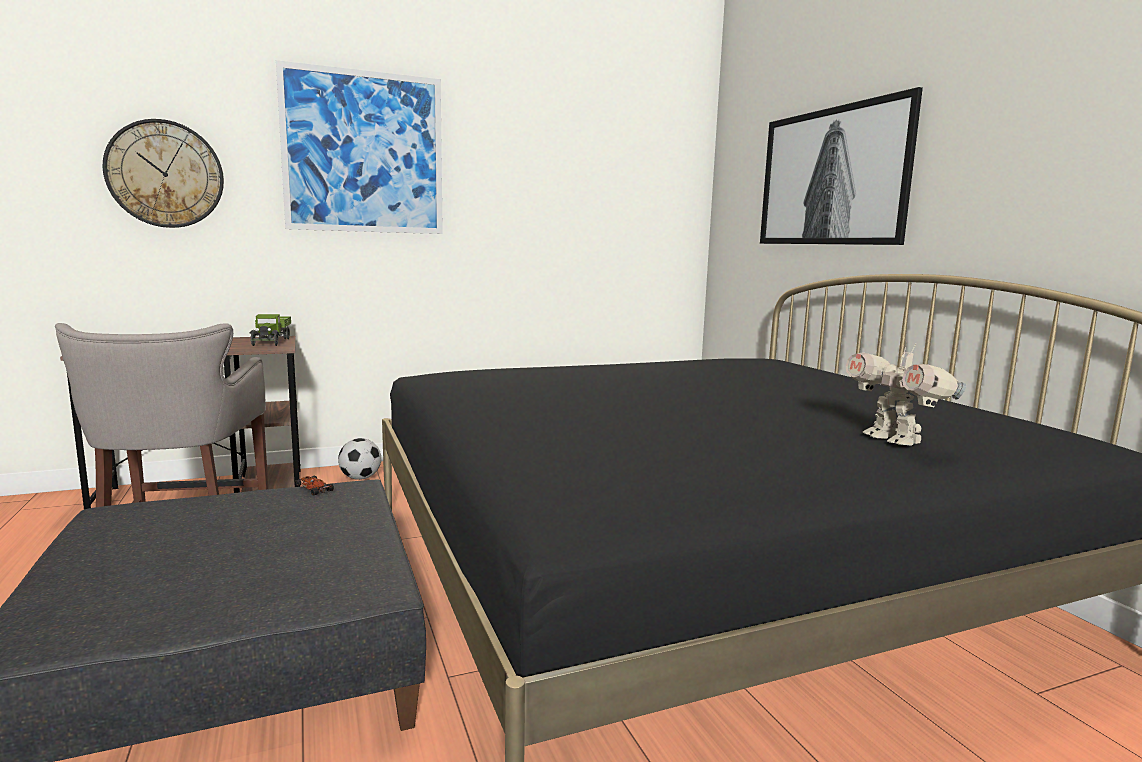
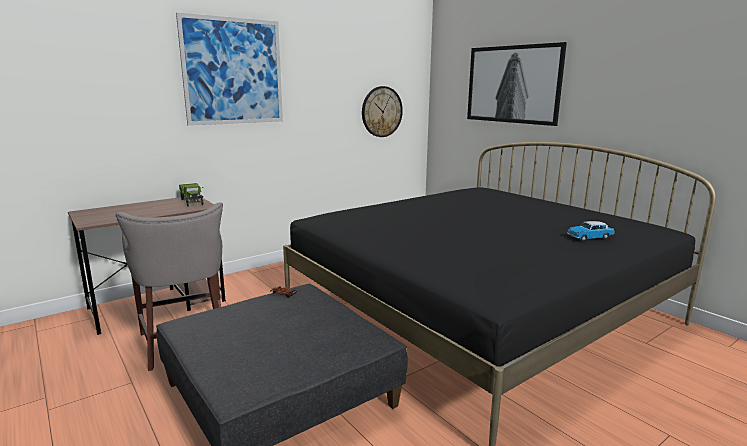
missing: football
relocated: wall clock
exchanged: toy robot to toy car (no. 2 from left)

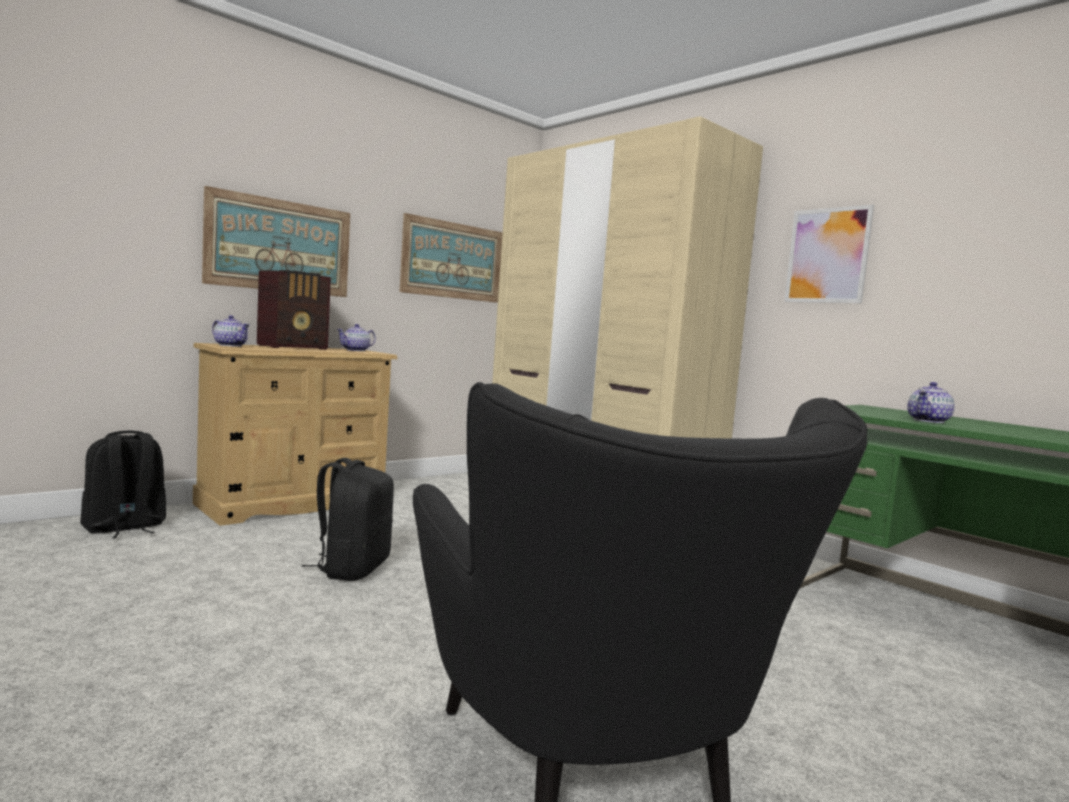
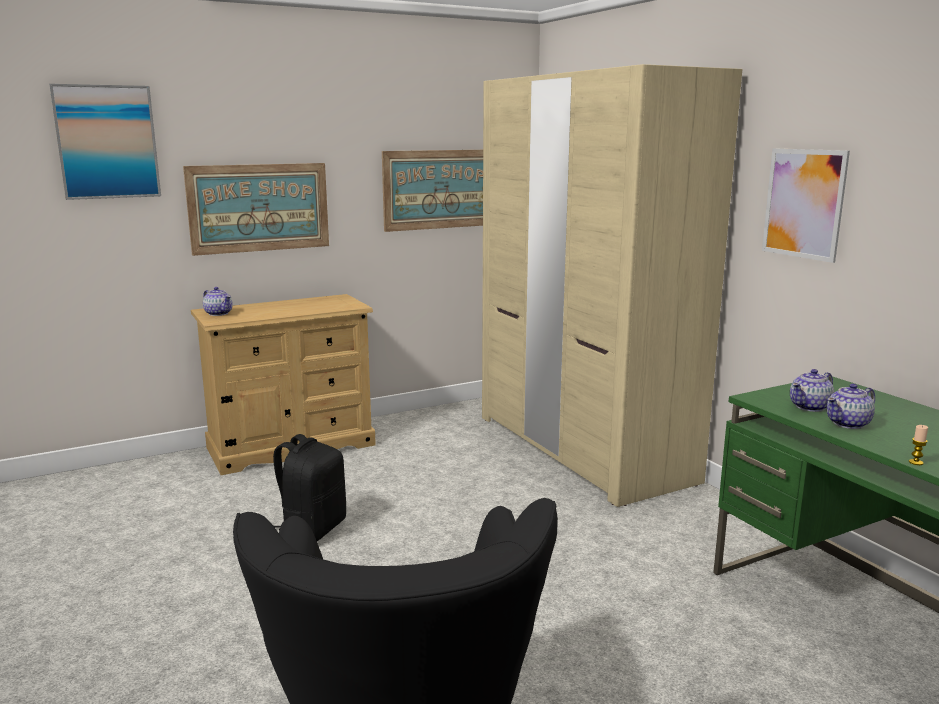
missing: backpack in black (no. 1 from left); radio
appeared: picture (no. 1 from left); candle
relocated: teapot (no. 2 from left)

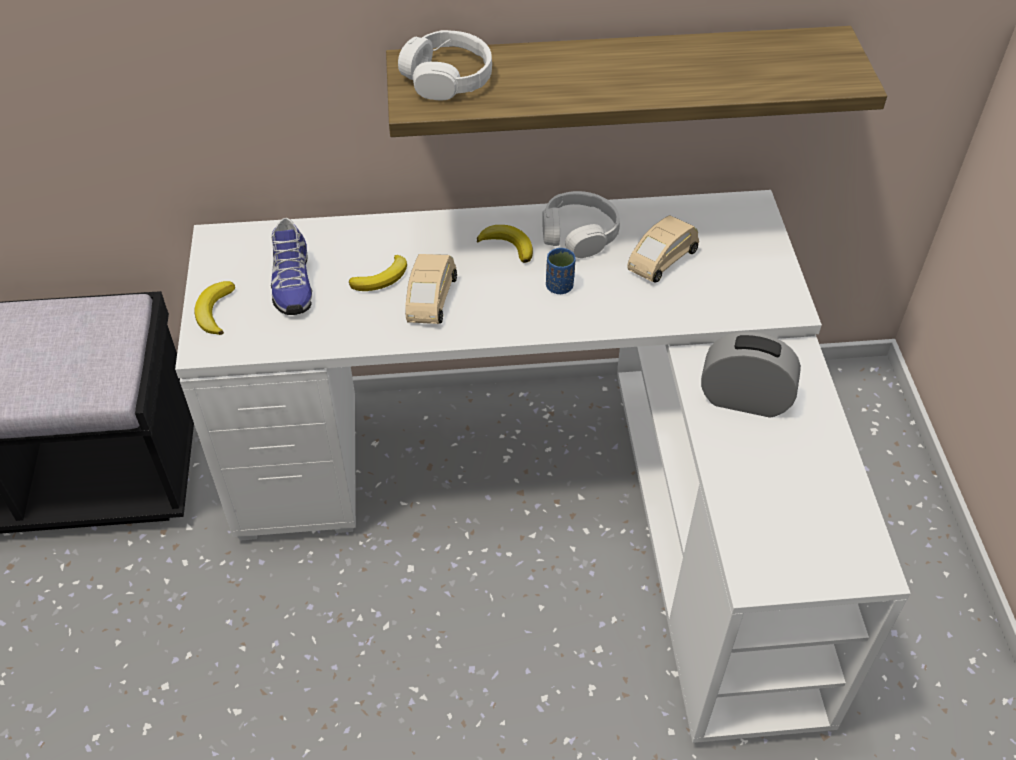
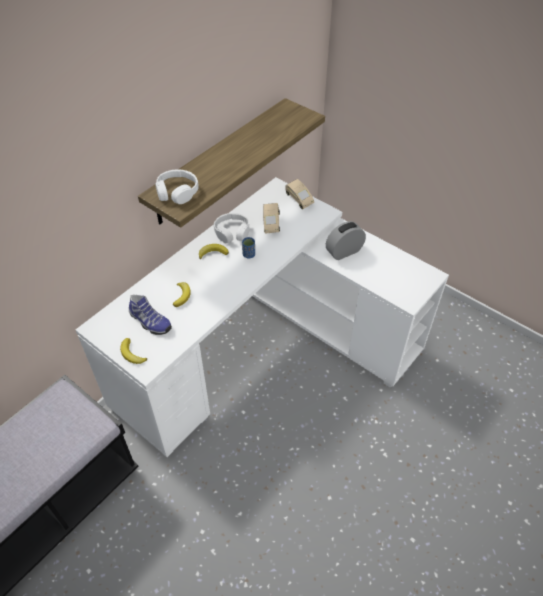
relocated: toy car in beige (no. 1 from left in the first image) to toy car in beige (no. 2 from left)

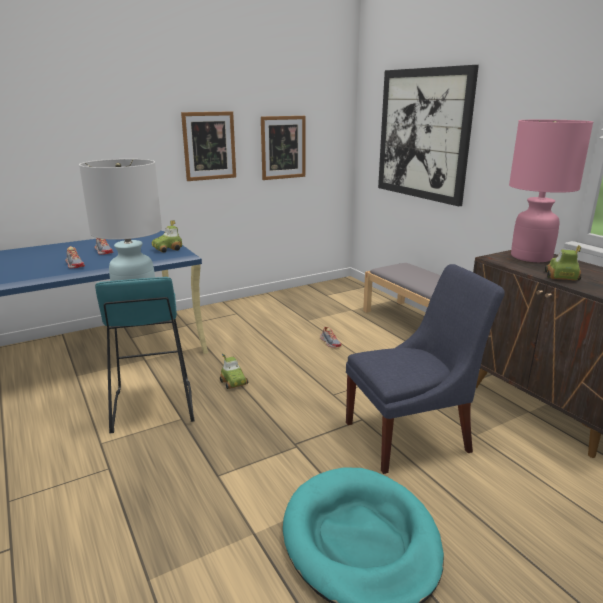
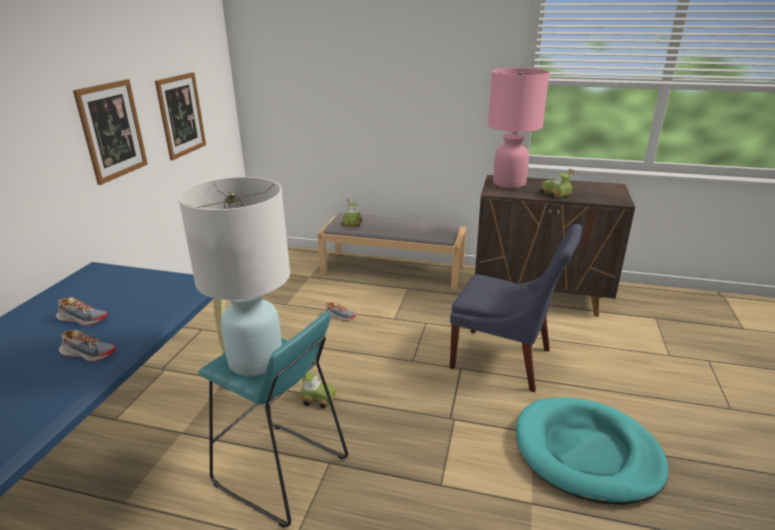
missing: picture (no. 3 from left)
relocated: toy car (no. 1 from left in the first image) to toy car (no. 2 from left)
spun: chair in blue 90 degrees clockwise

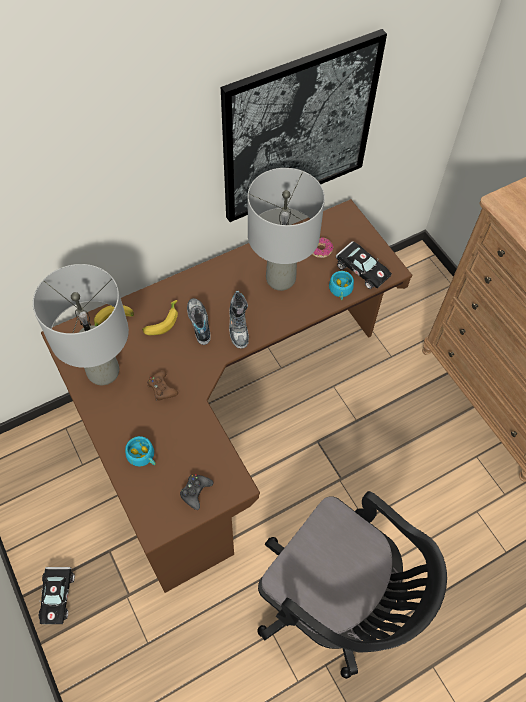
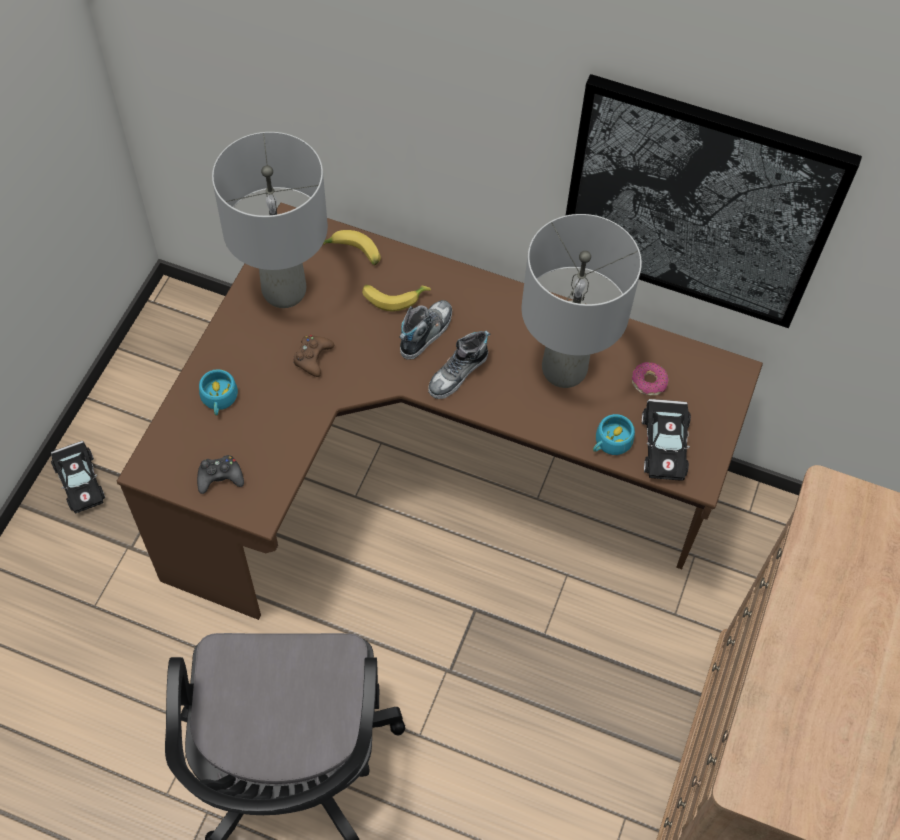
spun: toy car in black (no. 1 from left) 75 degrees counterclockwise

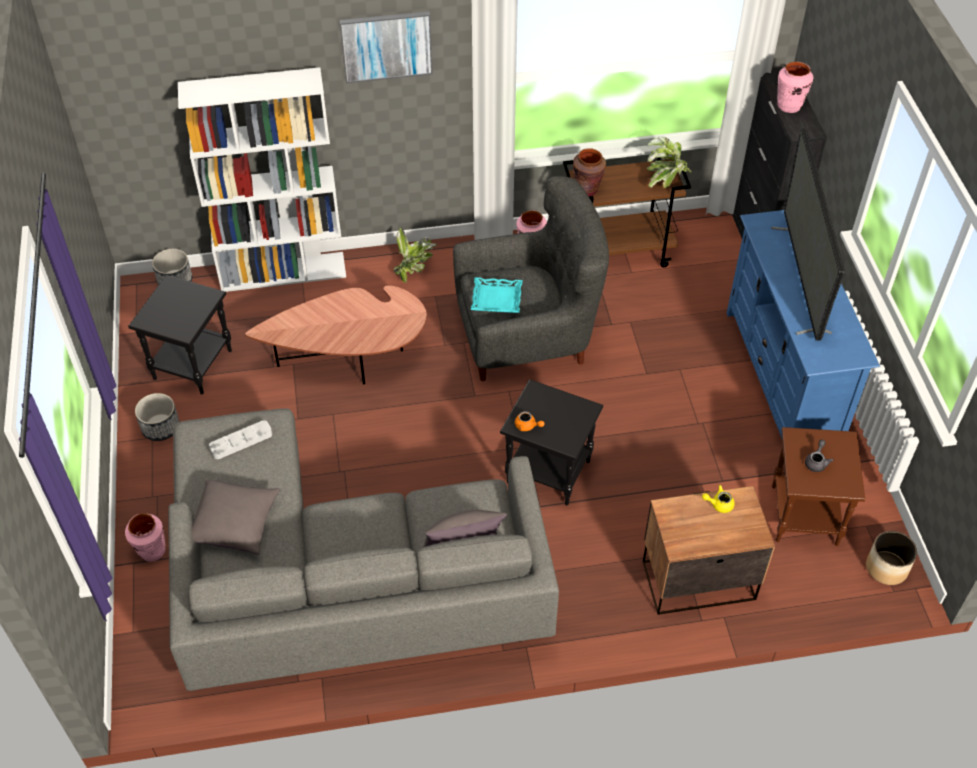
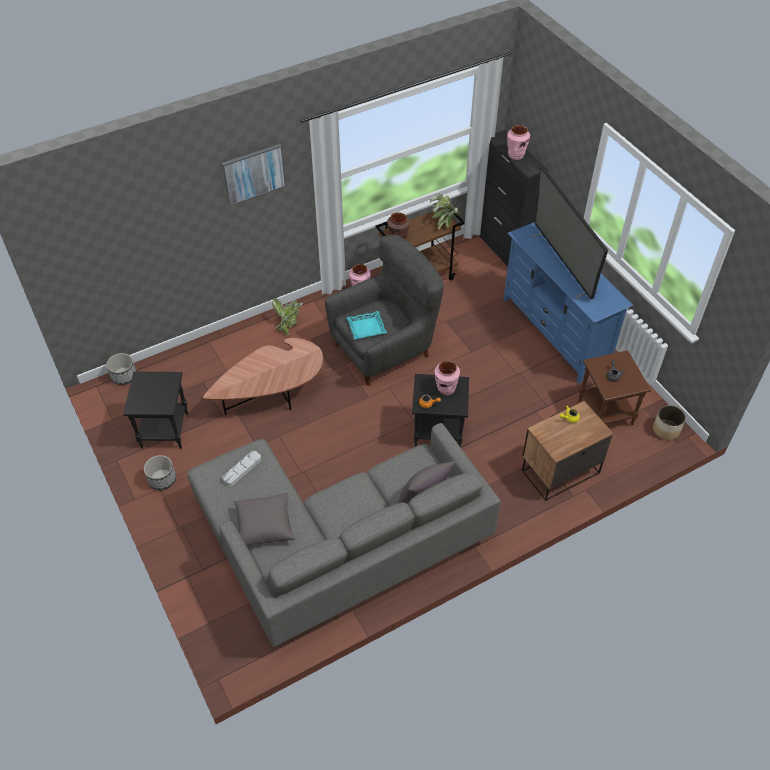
missing: bookcase in white
relocated: vase in pink (no. 1 from left in the first image) to vase in pink (no. 2 from left)

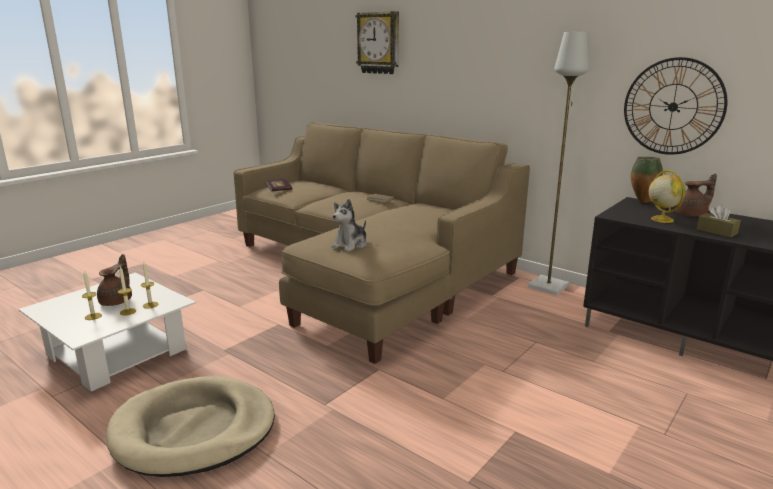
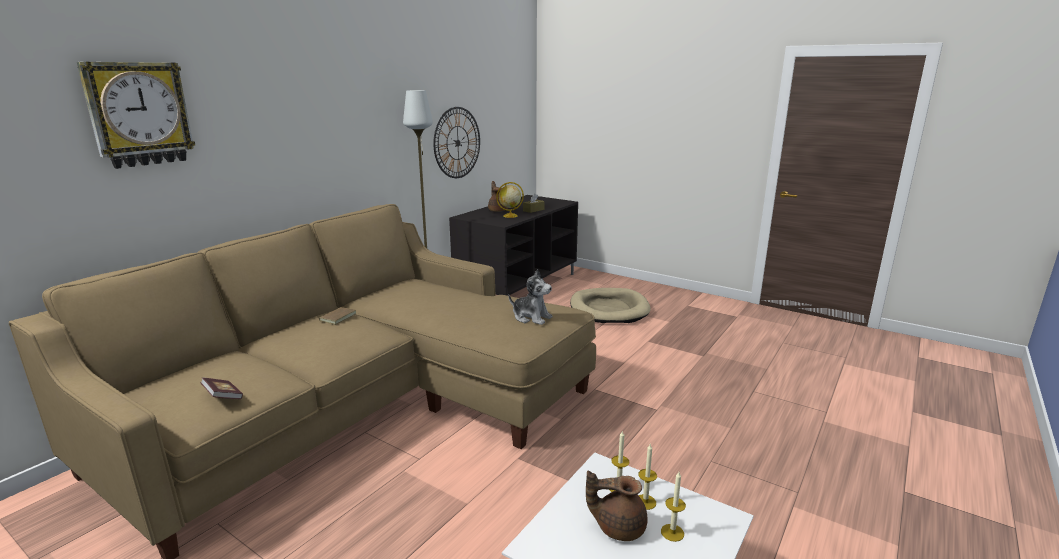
missing: vase
relocated: dog bed in beige

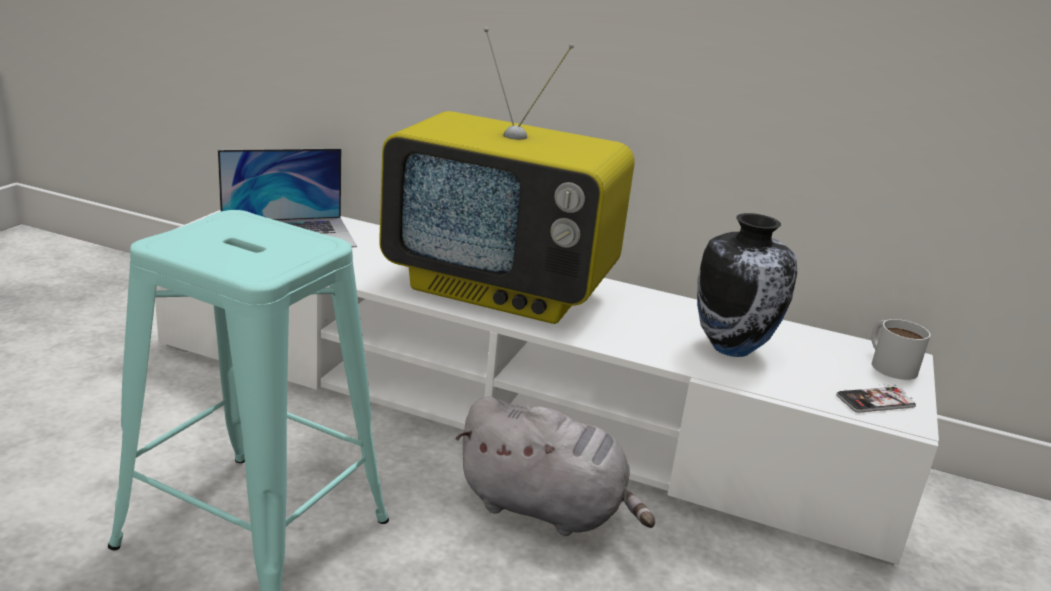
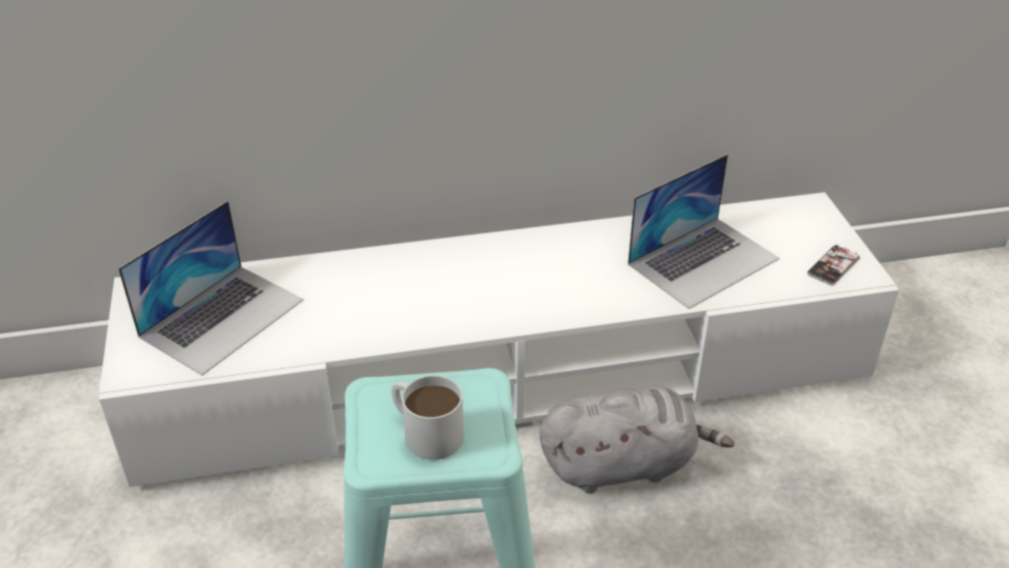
missing: television
relocated: mug in white
exchanged: vase to laptop (no. 2 from left)

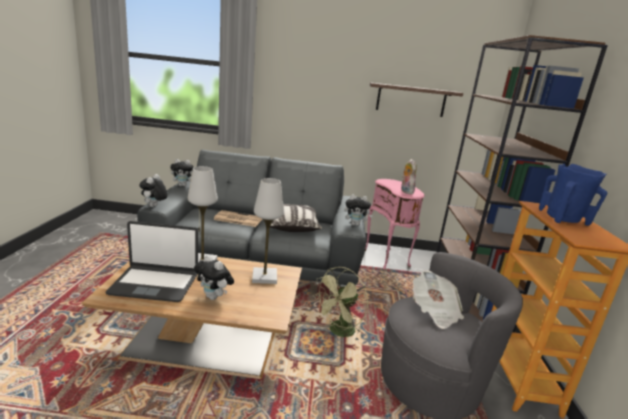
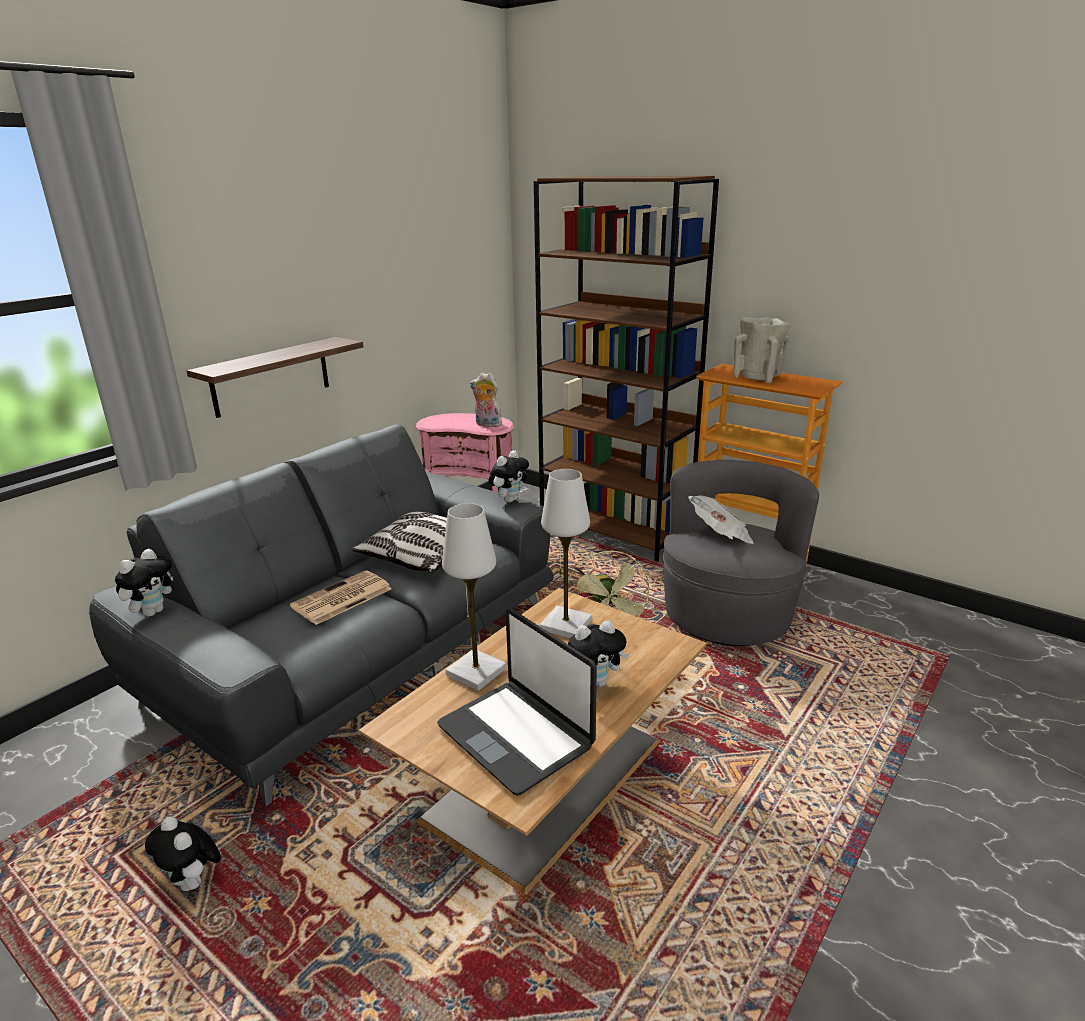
relocated: plush toy (no. 1 from left in the first image) to plush toy (no. 2 from left); shelf
colour: vase in blue to vase in beige
spun: laptop 105 degrees clockwise

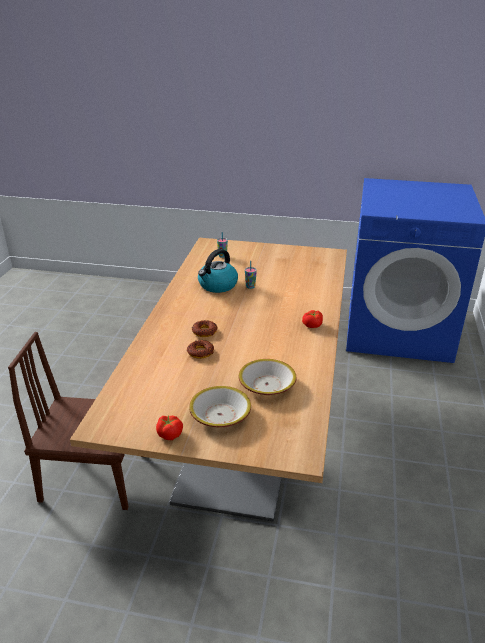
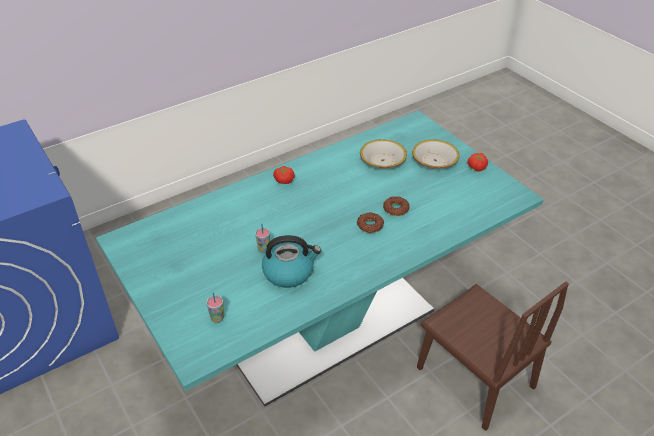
colour: dining table in beige to dining table in turquoise

